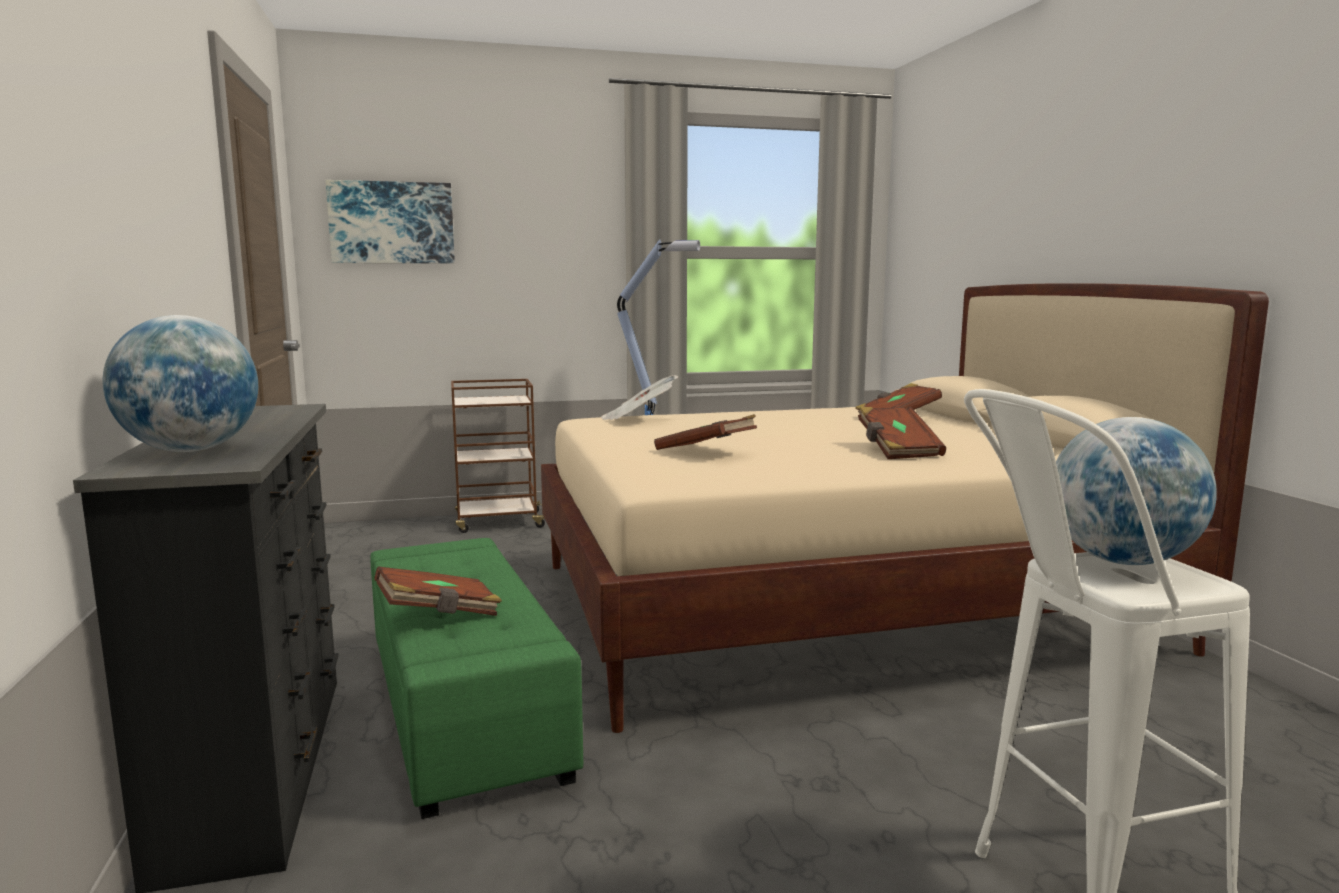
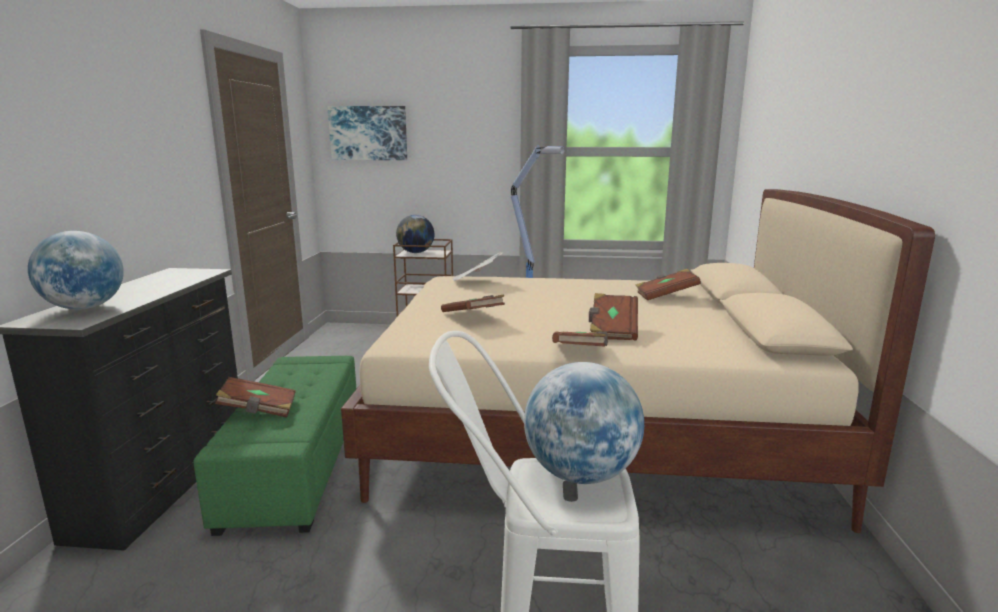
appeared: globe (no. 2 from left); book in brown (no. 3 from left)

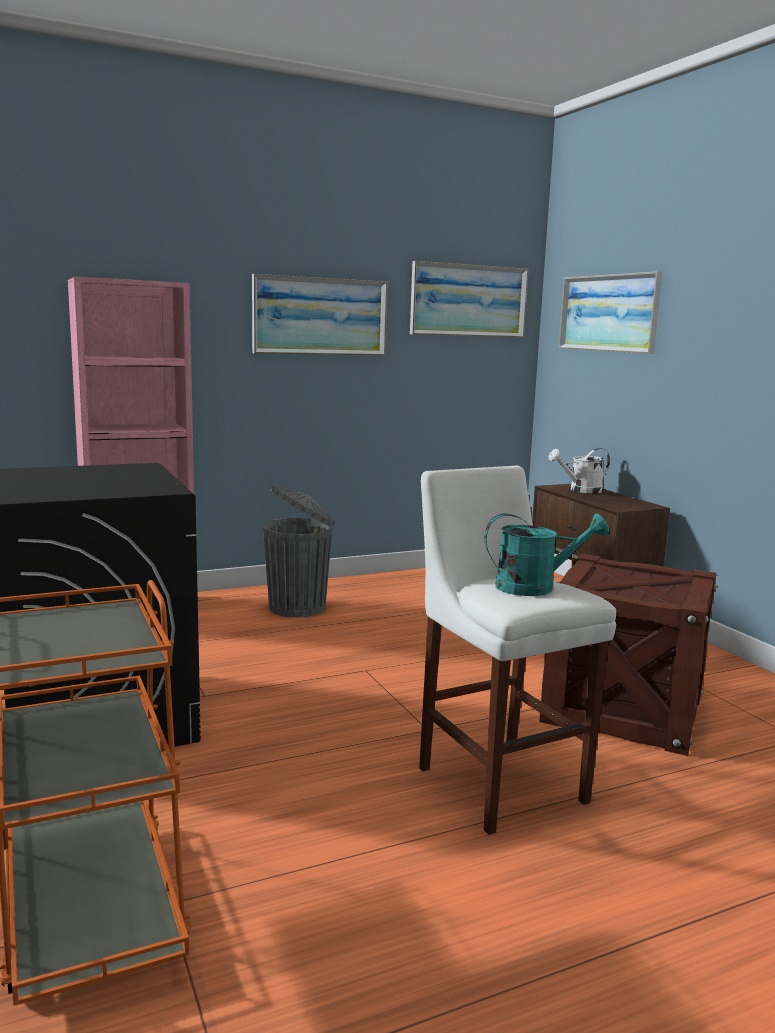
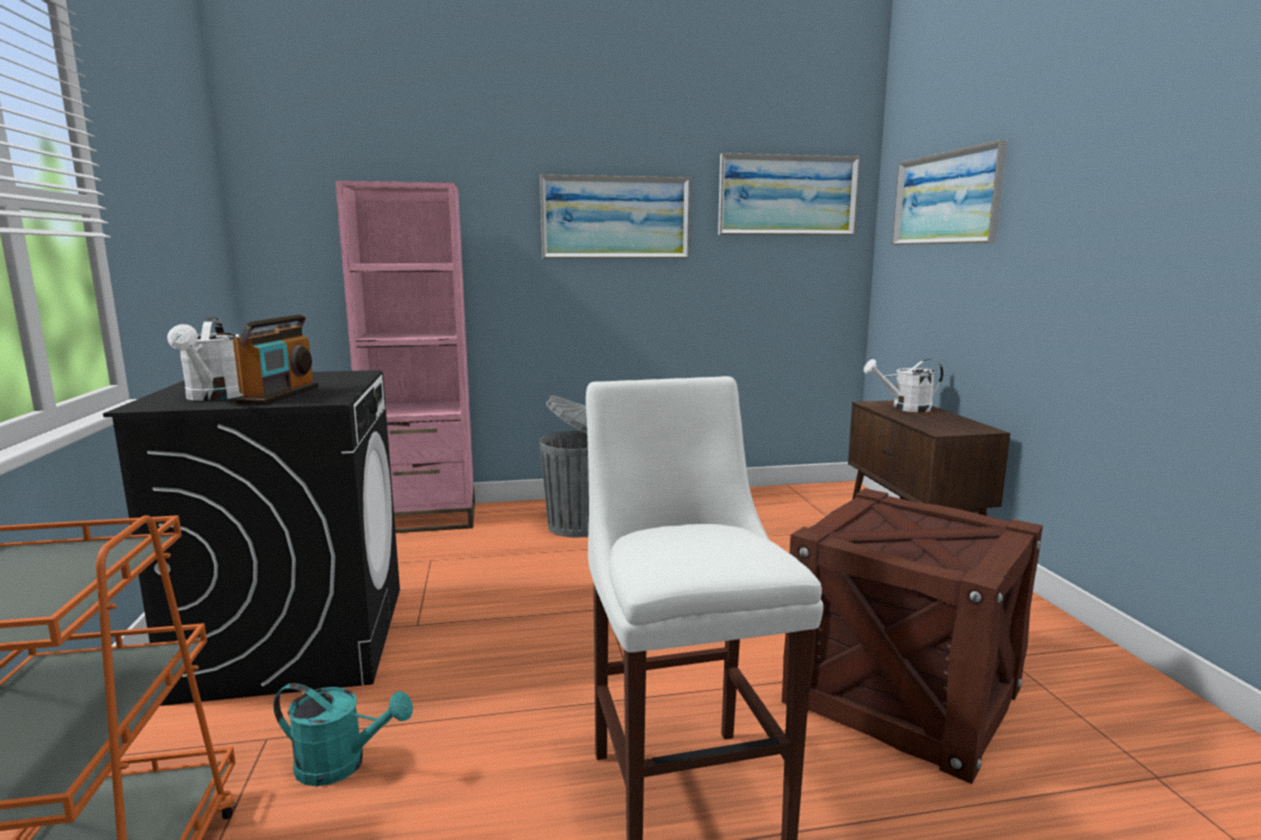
appeared: watering can in white (no. 1 from left); radio
relocated: watering can in turquoise

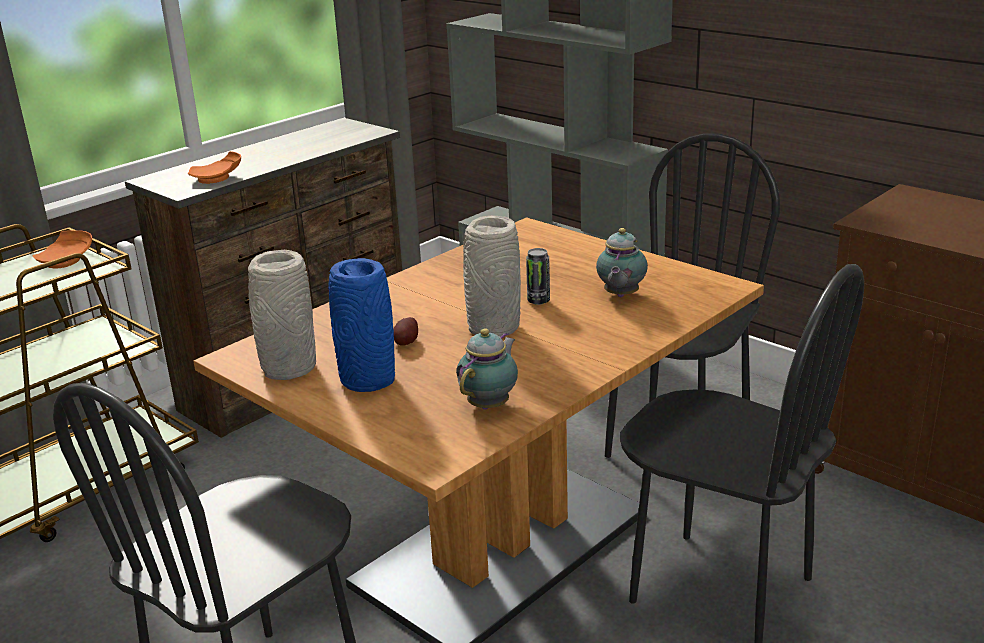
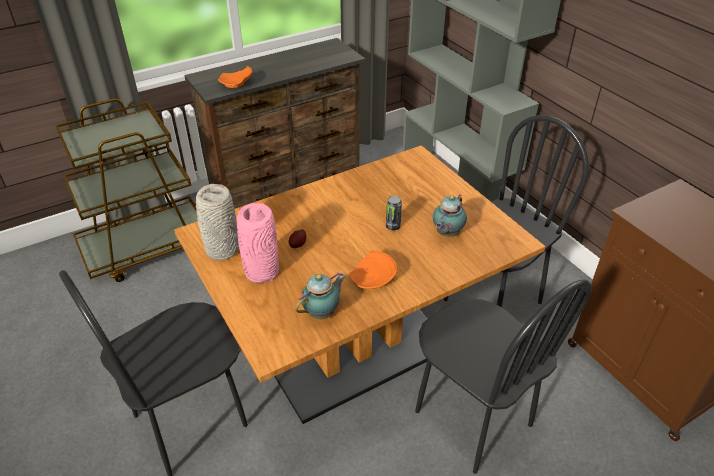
missing: vase in grey (no. 2 from left)
relocated: plate in orange (no. 1 from left in the first image) to plate in orange (no. 2 from left)
colour: vase in blue to vase in pink

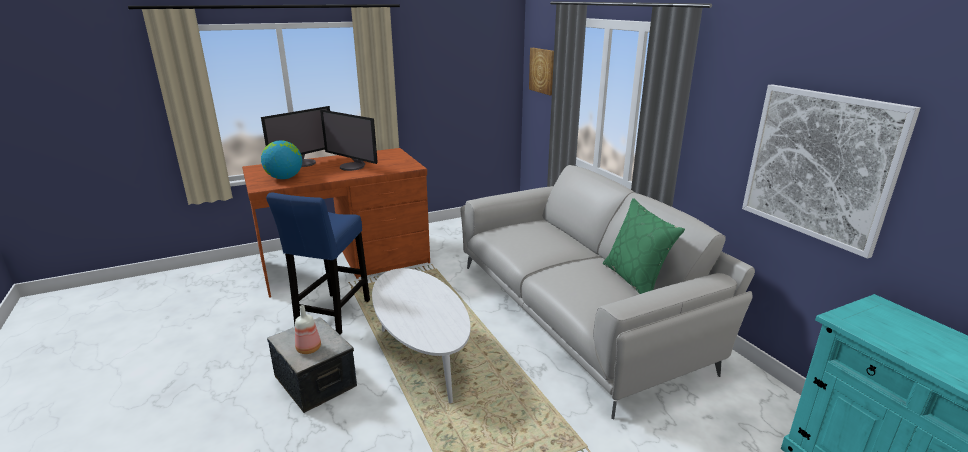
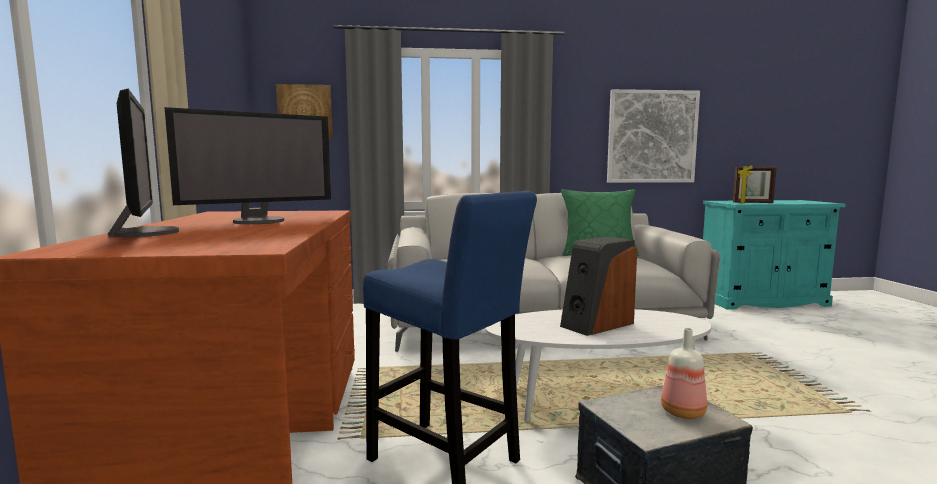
missing: globe
appeared: speaker; picture frame

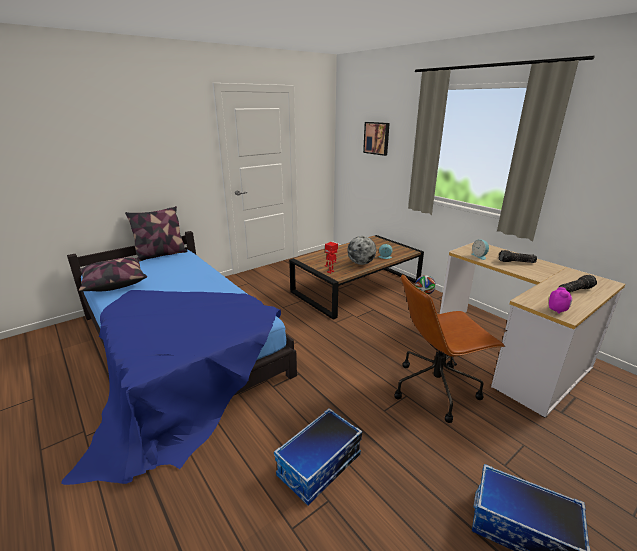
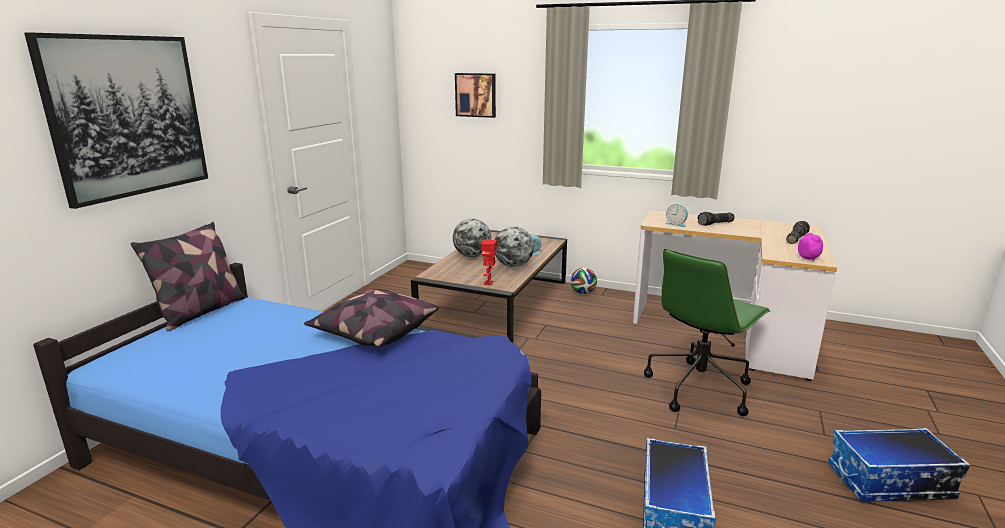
appeared: picture (no. 1 from left); globe (no. 1 from left)
relocated: pillow (no. 1 from left in the first image) to pillow (no. 2 from left)
colour: office chair in brown to office chair in green

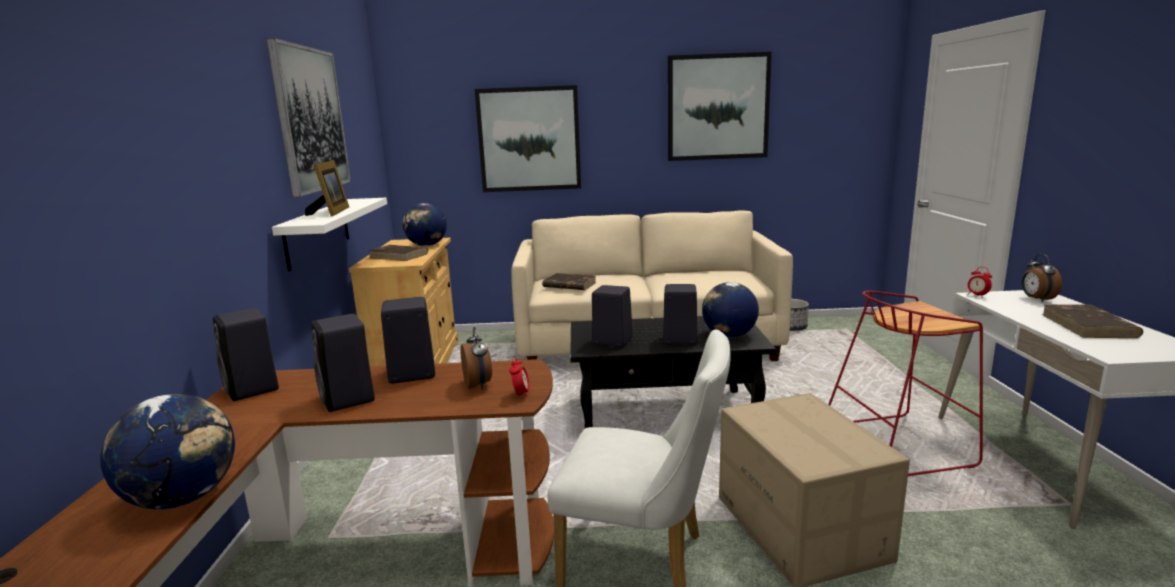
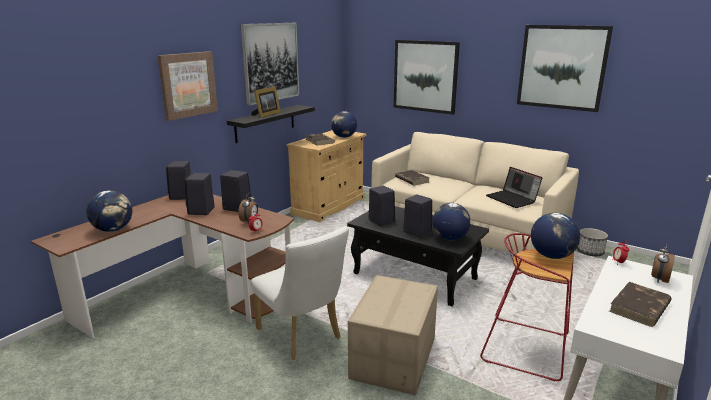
appeared: picture (no. 1 from left); laptop; globe (no. 4 from left)
colour: shelf in white to shelf in black

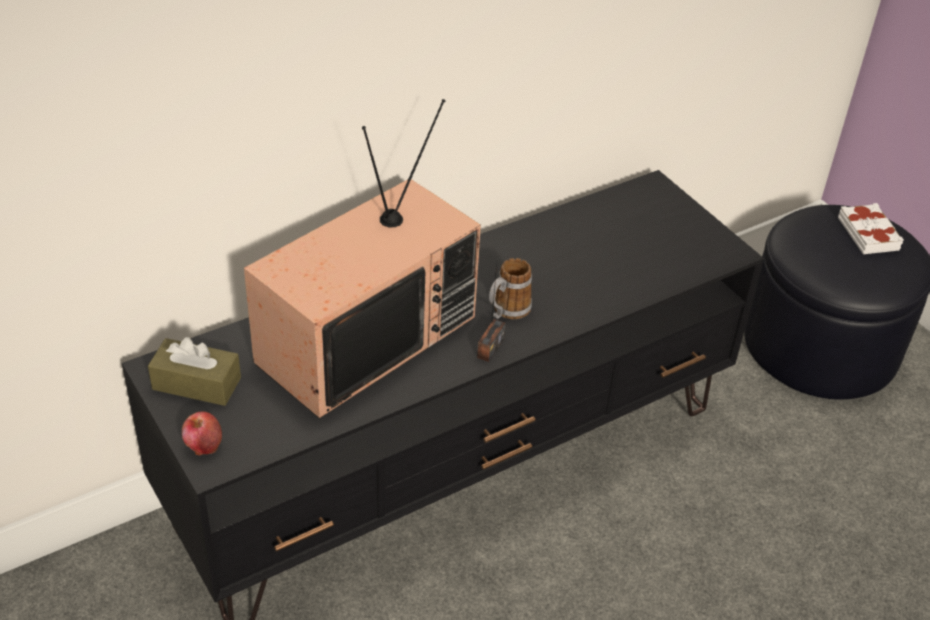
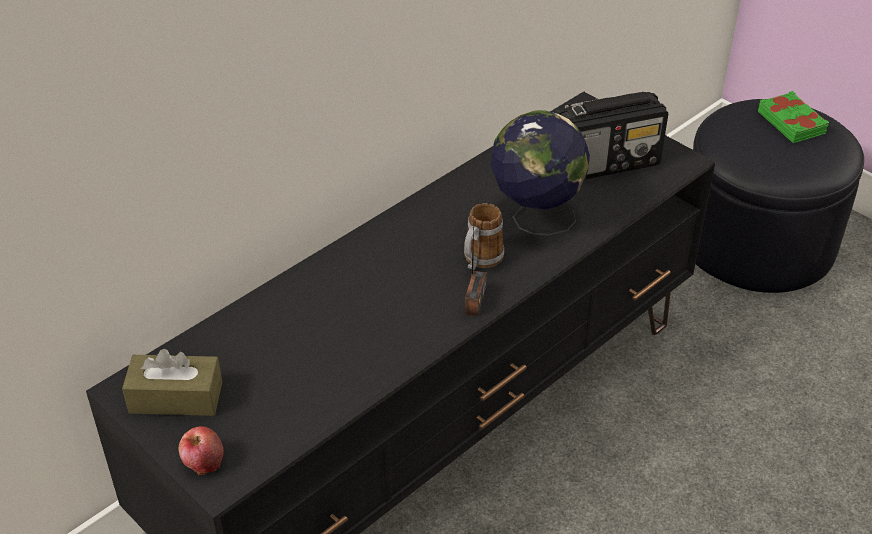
missing: television
appeared: globe; radio (no. 2 from left)
colour: book in white to book in green

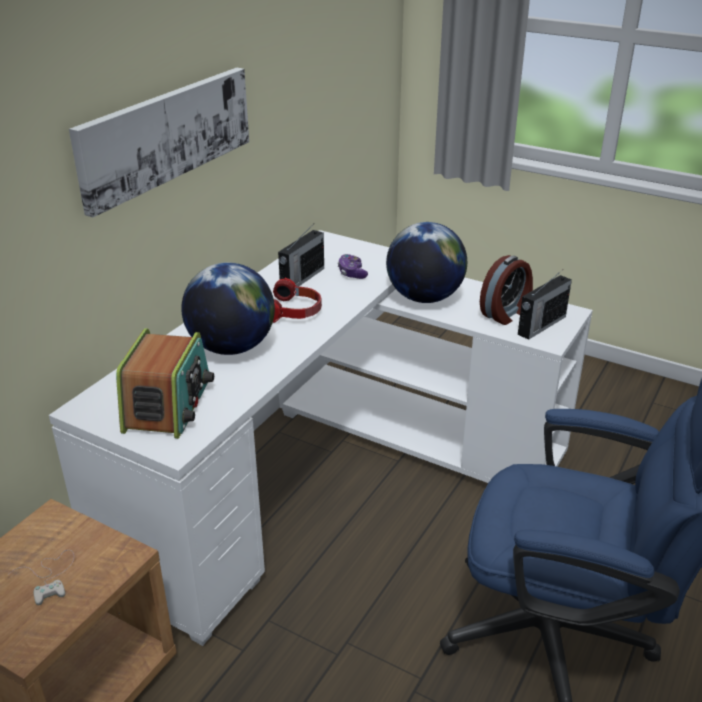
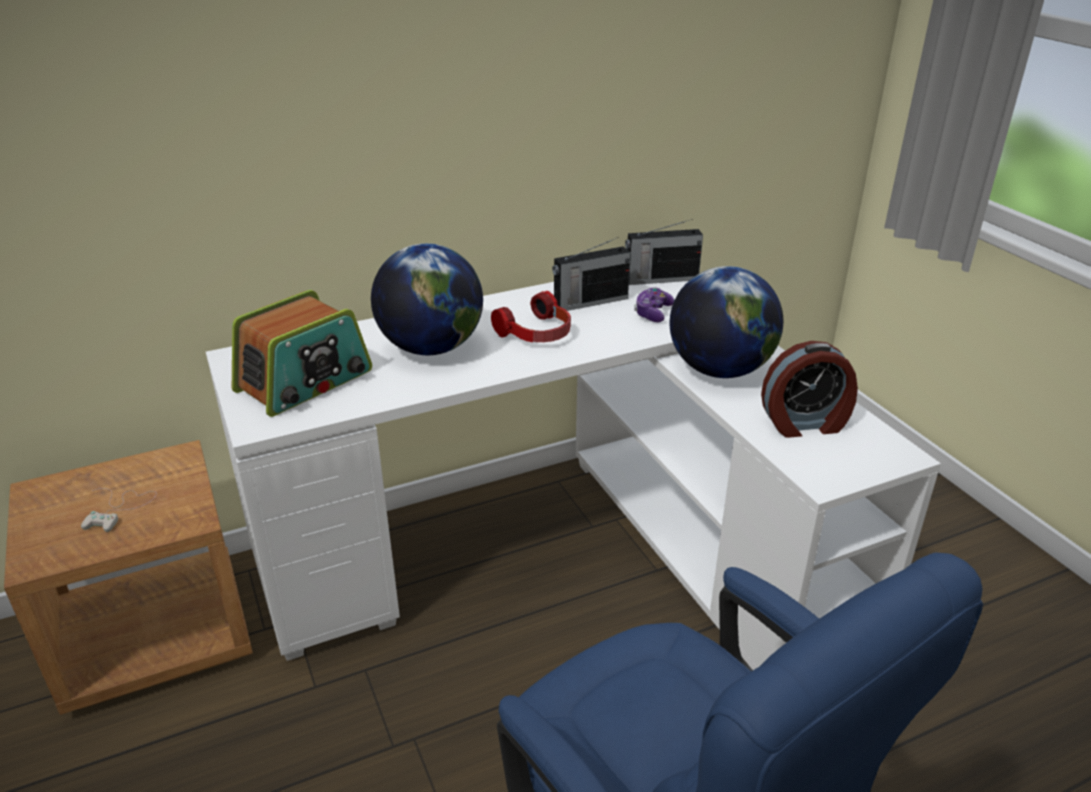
missing: picture
relocated: radio (no. 3 from left)

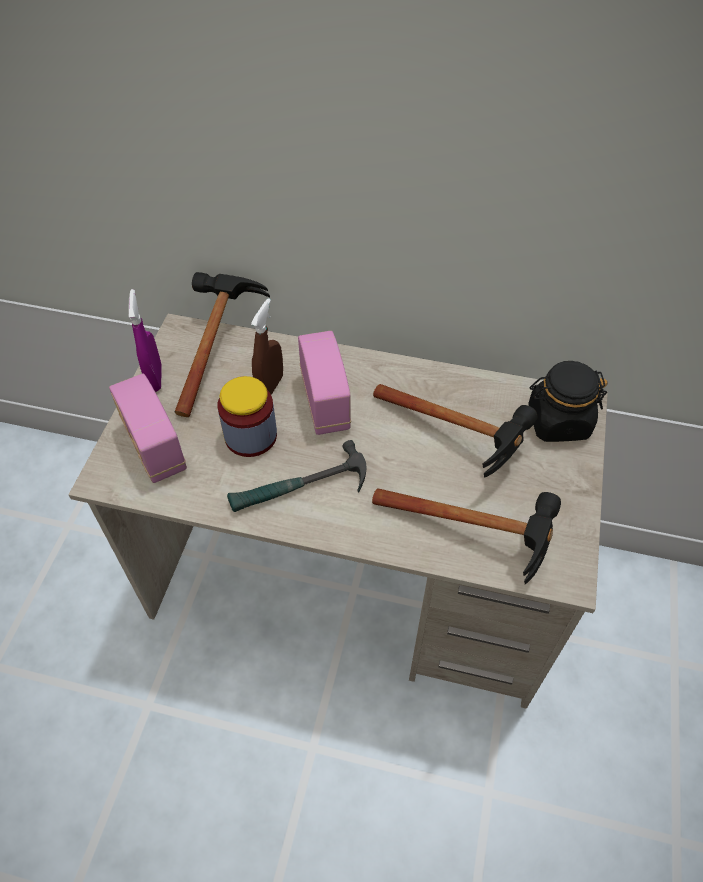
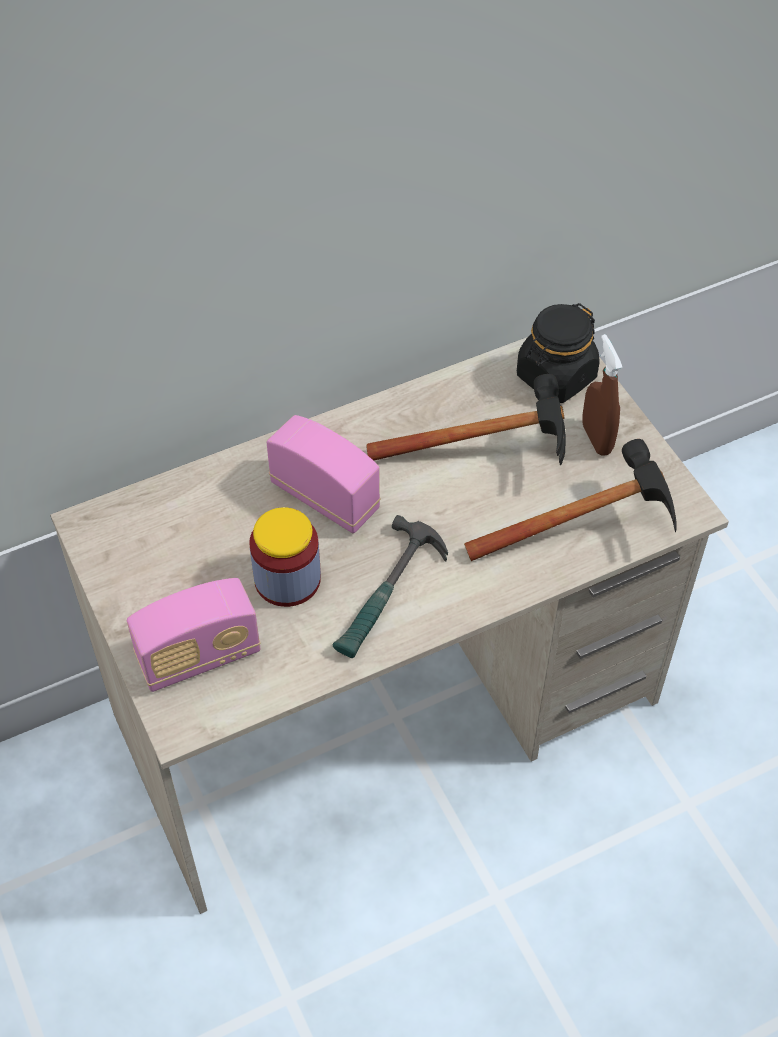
missing: spray bottle in purple; hammer (no. 1 from left)
relocated: spray bottle in brown
spun: radio (no. 1 from left) 45 degrees counterclockwise

